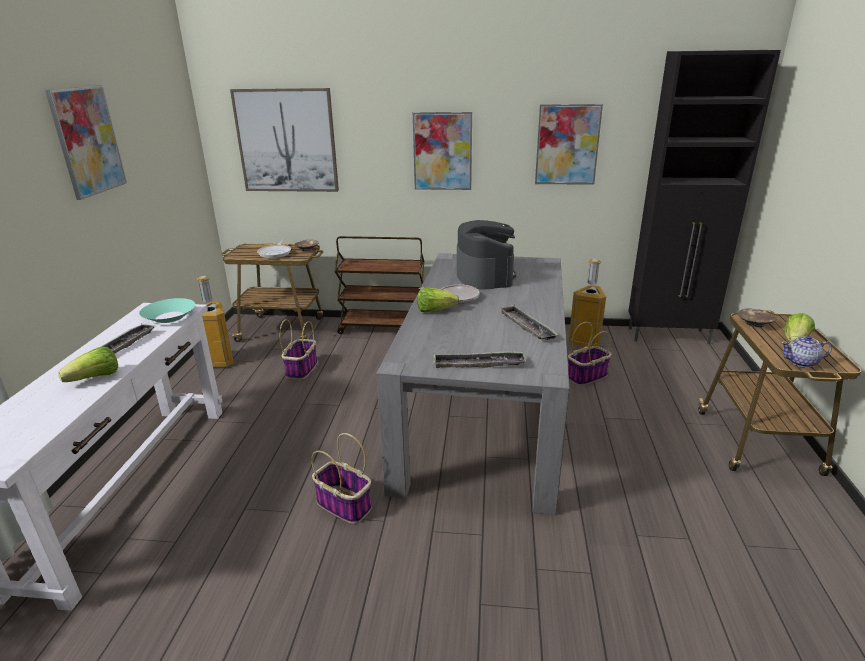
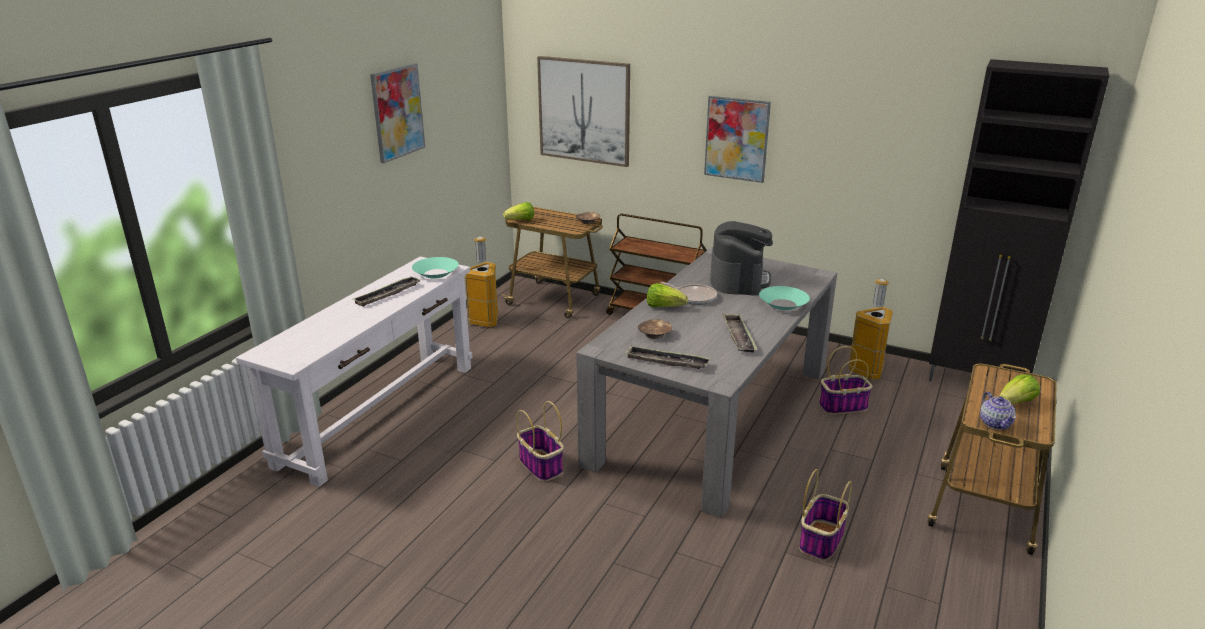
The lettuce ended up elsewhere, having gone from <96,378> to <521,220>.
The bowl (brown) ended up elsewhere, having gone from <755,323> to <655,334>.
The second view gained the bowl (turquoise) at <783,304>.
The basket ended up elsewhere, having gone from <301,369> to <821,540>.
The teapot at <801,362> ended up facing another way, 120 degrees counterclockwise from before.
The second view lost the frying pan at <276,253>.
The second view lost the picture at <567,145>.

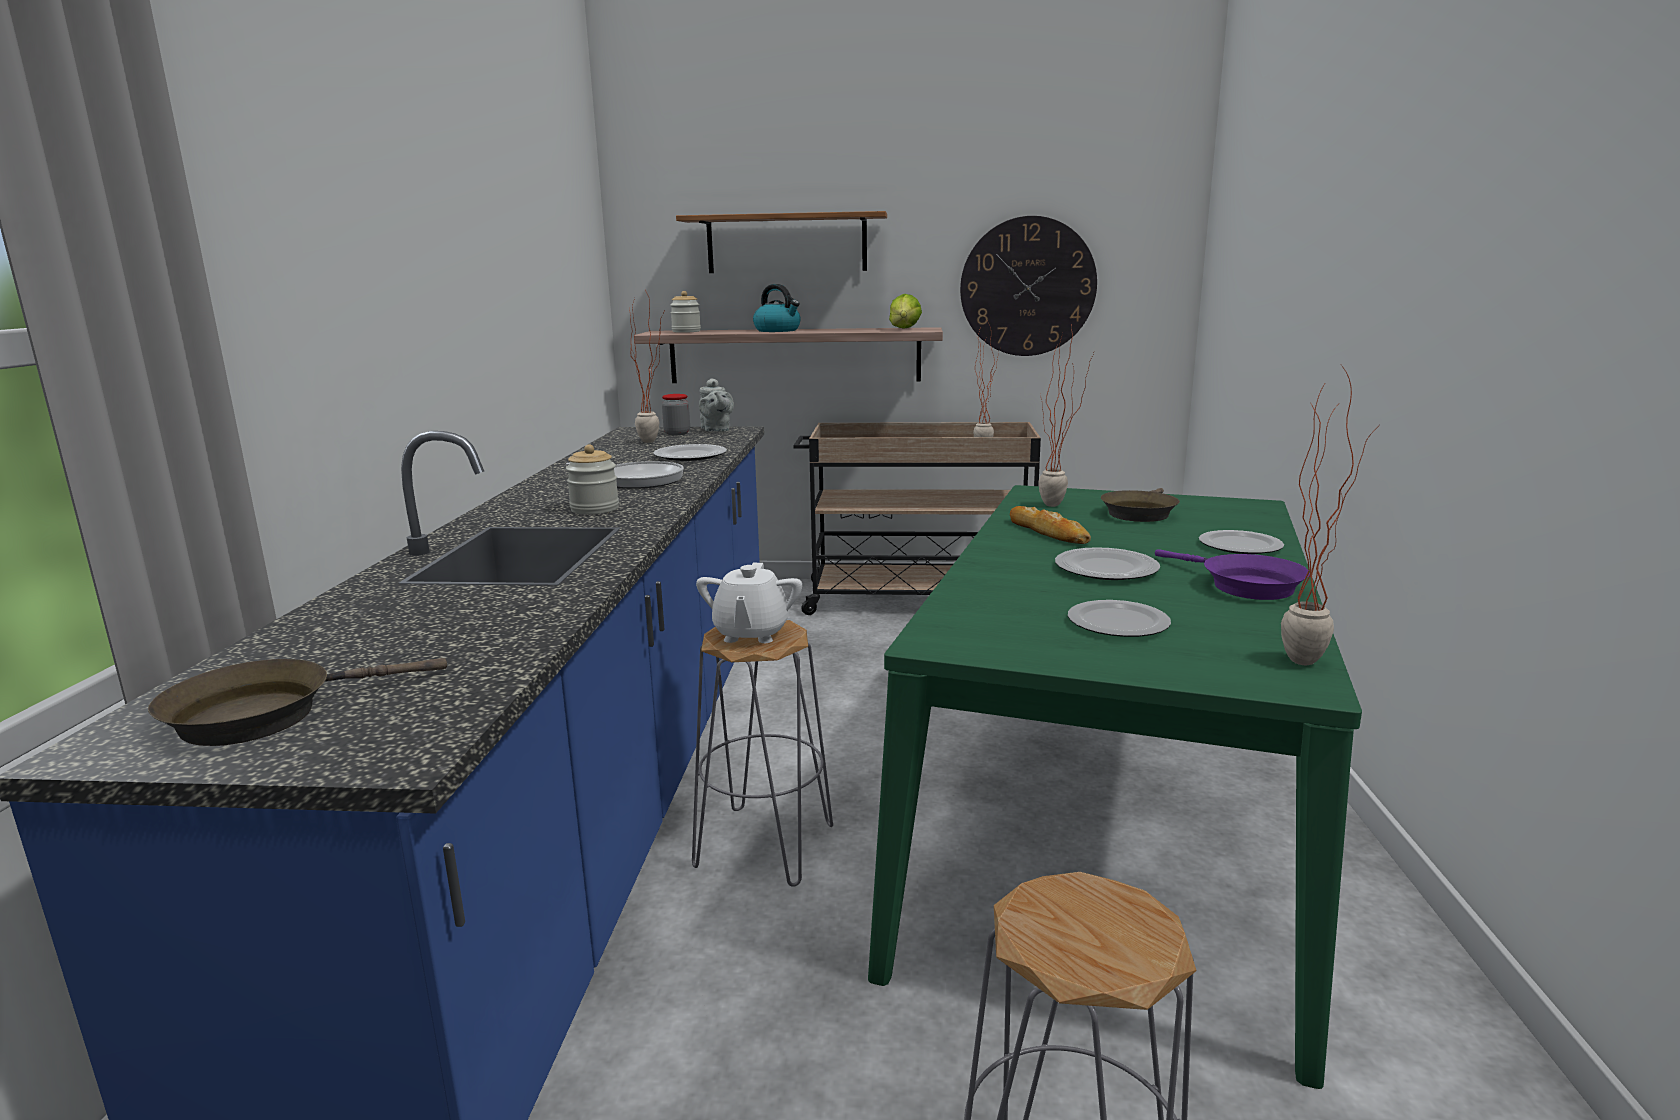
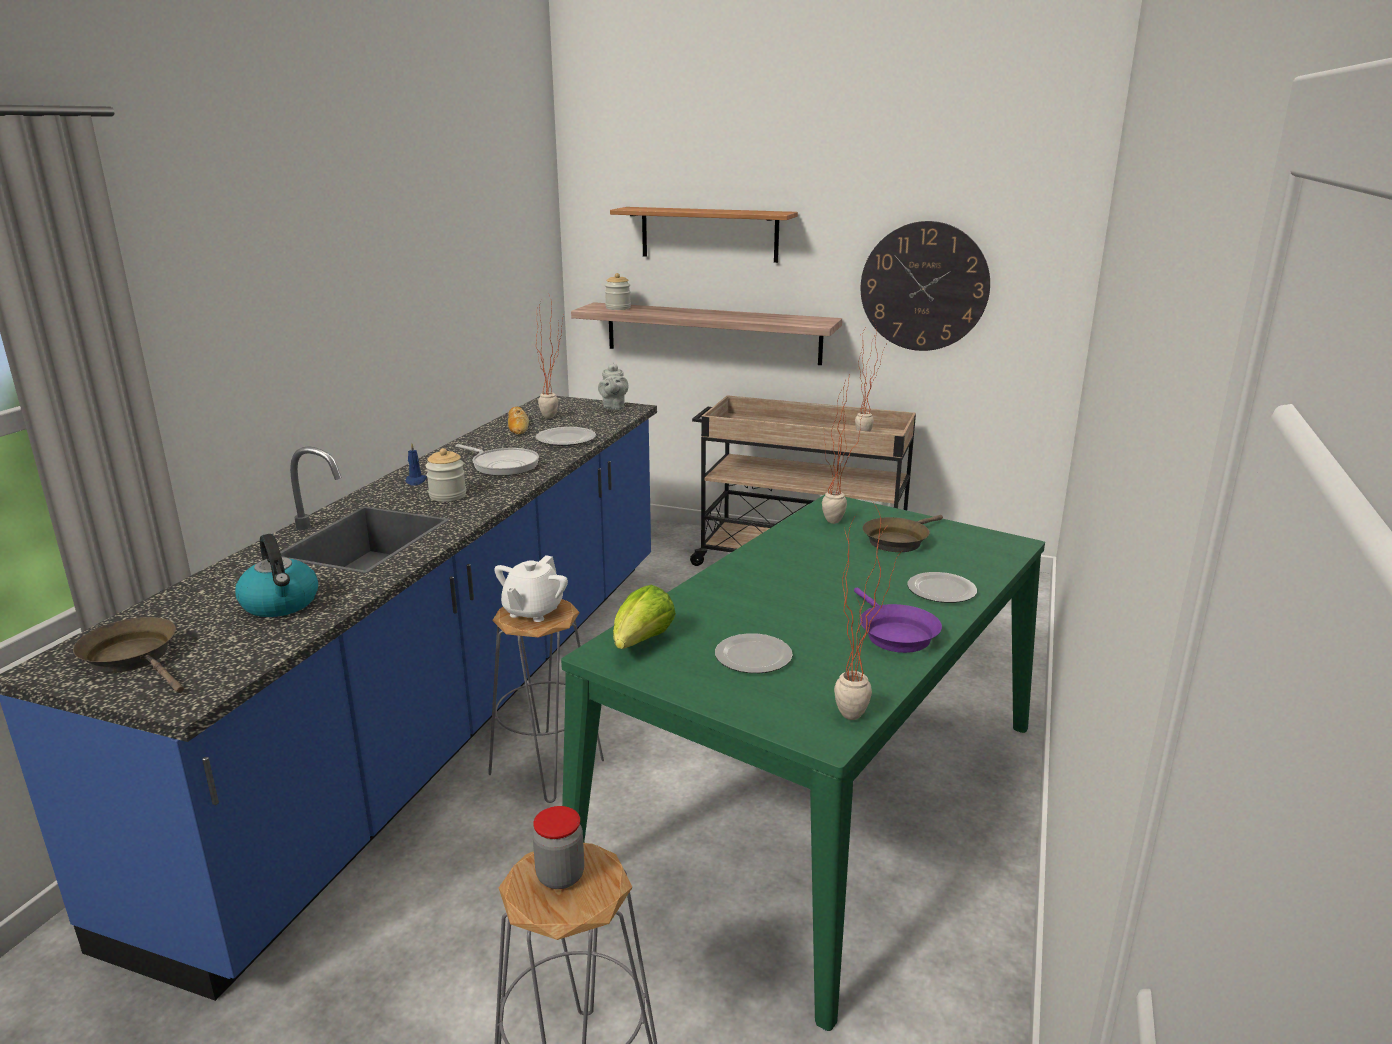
The frying pan (brown) at <265,714> ended up facing another way, 60 degrees clockwise from before.
The kettle ended up elsewhere, having gone from <778,330> to <281,604>.
The second view gained the candle (blue) at <415,481>.
The bread ended up elsewhere, having gone from <1047,532> to <517,425>.
The jar ended up elsewhere, having gone from <677,433> to <560,876>.
The lettuce ended up elsewhere, having gone from <904,329> to <641,643>.
The second view lost the plate at <1105,569>.

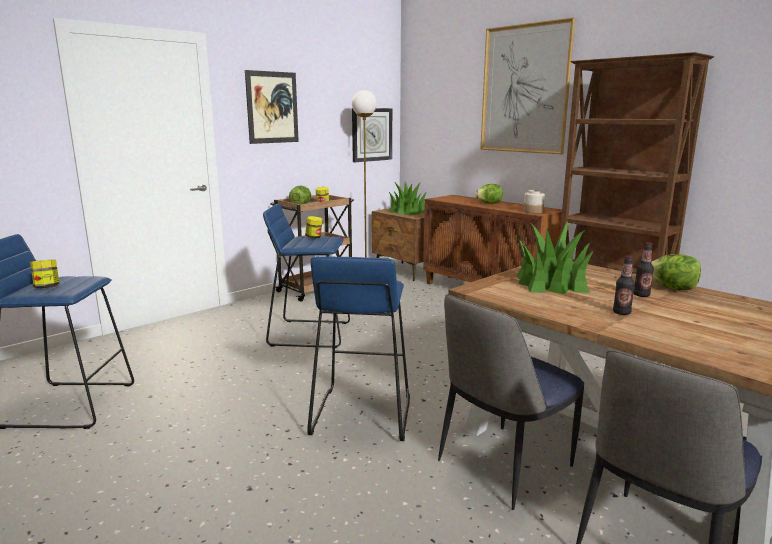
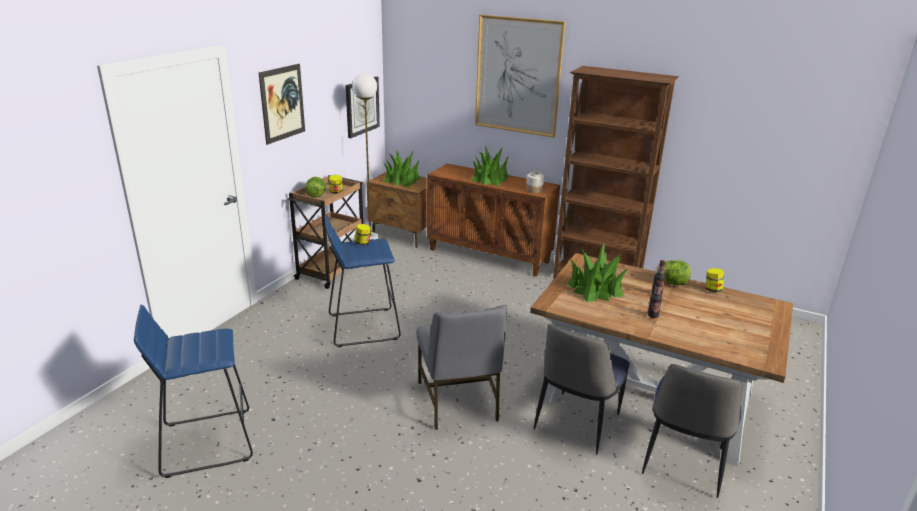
Where the stool (blue) stood at <361,414>, the chair (grey) came to stand at <458,402>.
Where the lettuce stood at <489,203>, the potted plant came to stand at <490,179>.
The jar ended up elsewhere, having gone from <47,287> to <712,289>.

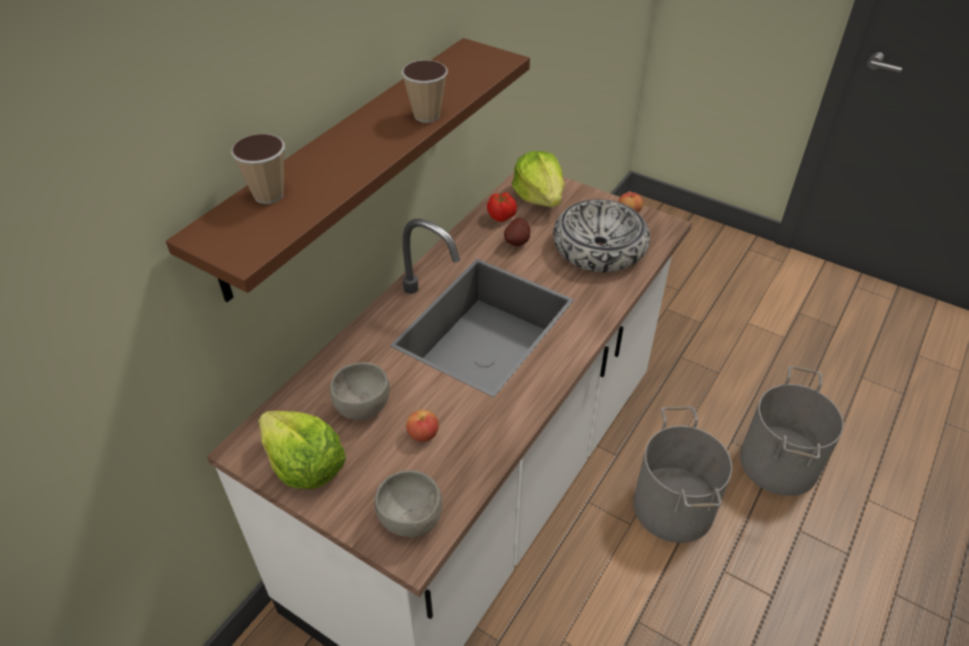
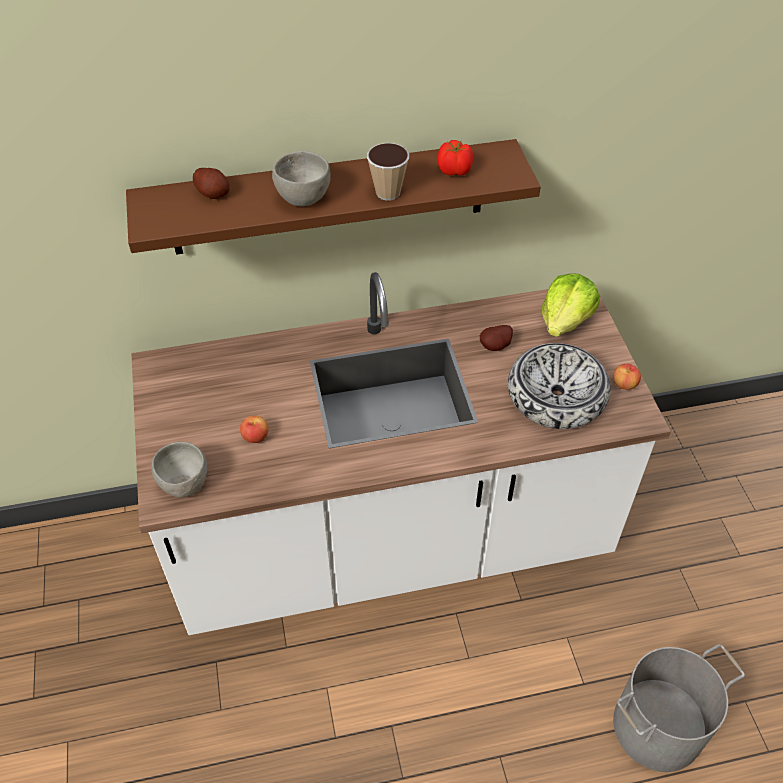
Where the cup stood at <269,195>, the potato came to stand at <213,193>.
The bowl (grey) ended up elsewhere, having gone from <361,406> to <303,196>.
The tomato ended up elsewhere, having gone from <502,216> to <455,171>.
The second view lost the lettuce at <304,465>.
The second view lost the bucket (grey) at <674,506>.

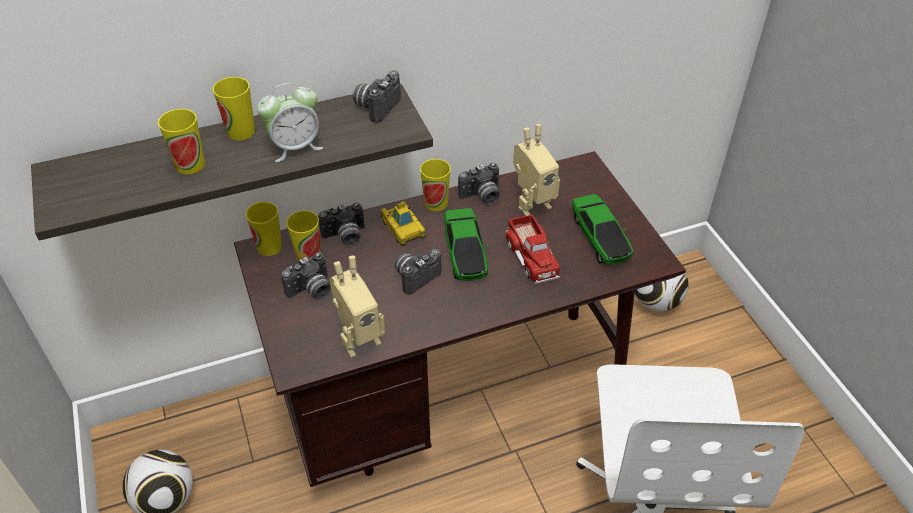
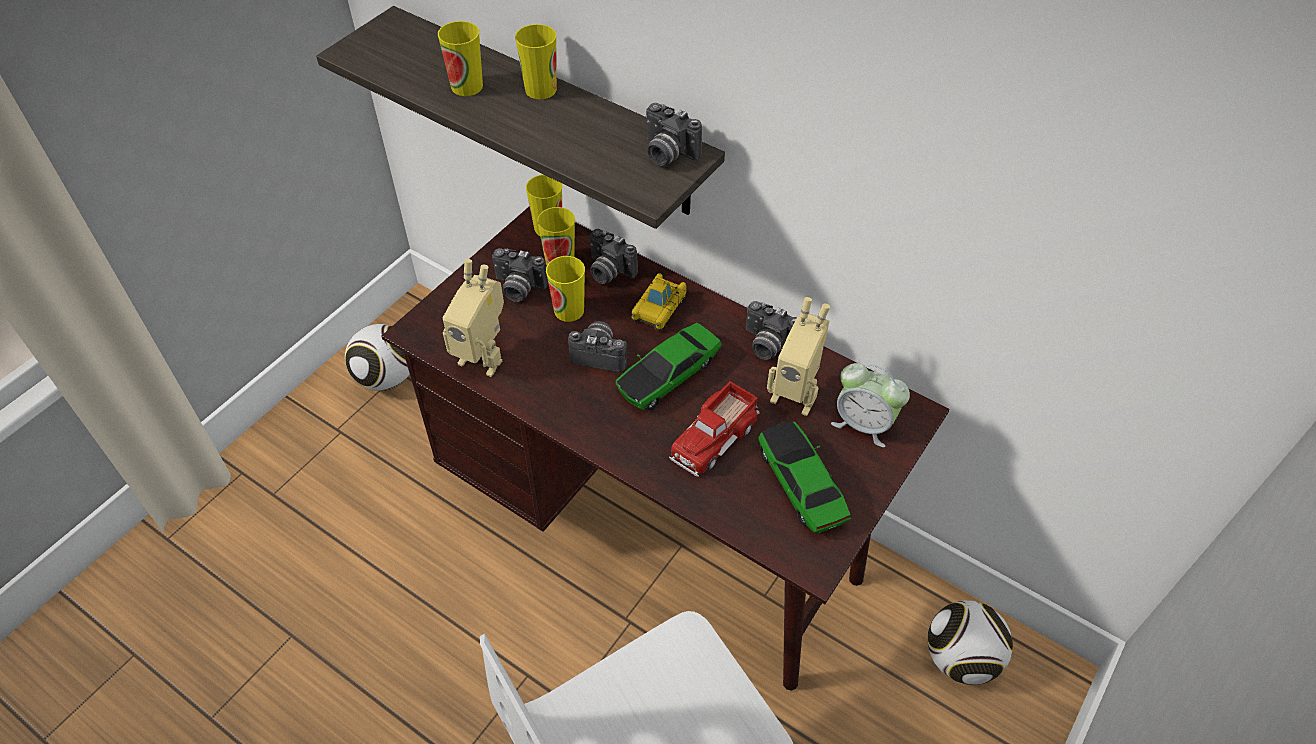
The cup ended up elsewhere, having gone from <436,203> to <569,310>.
The photo camera at <376,106> ended up facing another way, 135 degrees counterclockwise from before.
The toy car at <600,237> ended up facing another way, 120 degrees clockwise from before.
The alarm clock ended up elsewhere, having gone from <295,147> to <863,424>.

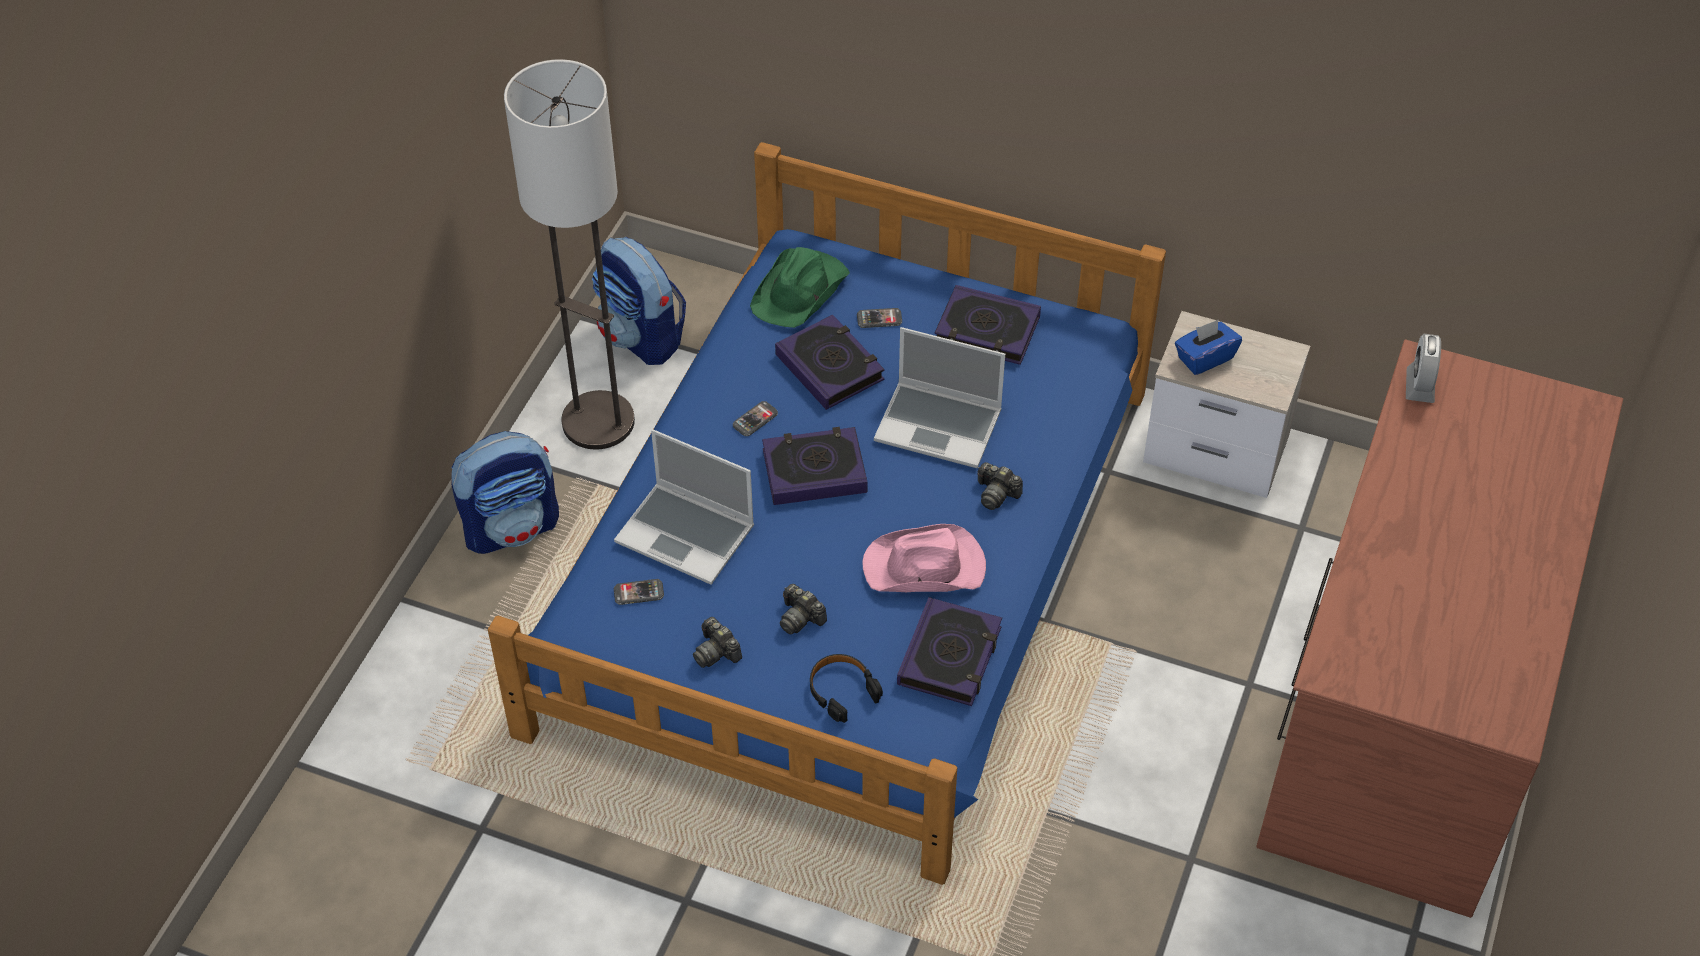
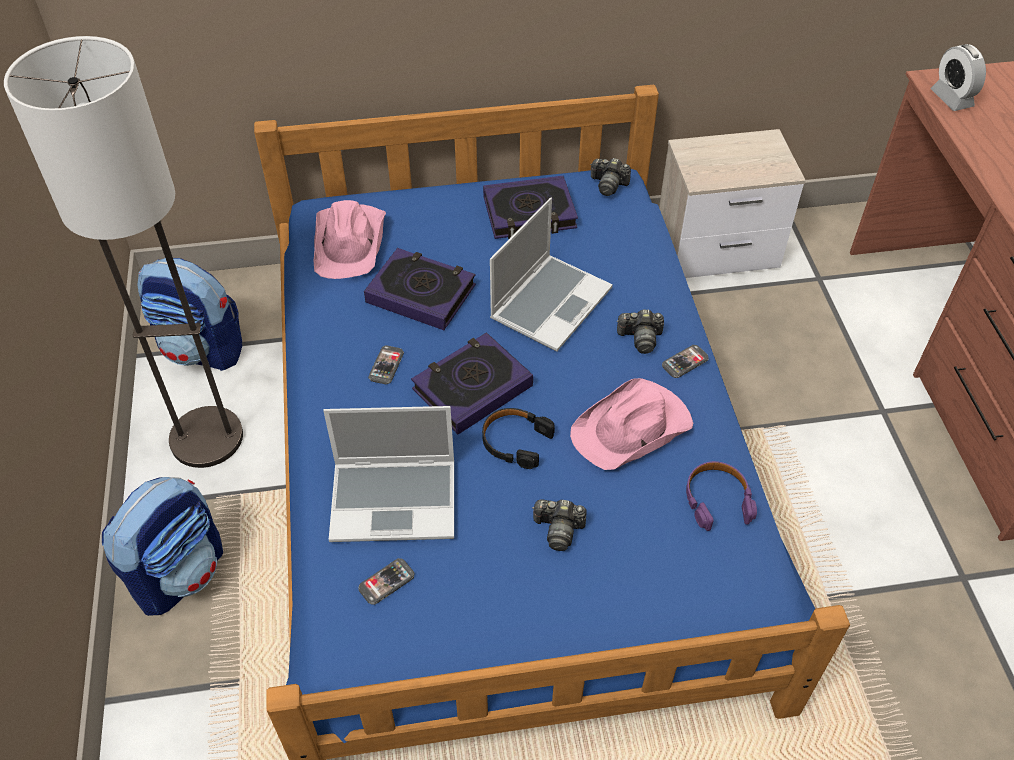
What was the hat (green) at <801,291> turned into the hat (pink) at <350,242>.
The headphones (black) ended up elsewhere, having gone from <842,690> to <515,441>.
The laptop at <940,425> ended up facing another way, 45 degrees counterclockwise from before.
The photo camera ended up elsewhere, having gone from <716,652> to <608,185>.
The phone ended up elsewhere, having gone from <879,319> to <685,362>.
Where the book stood at <950,657>, the headphones (purple) came to stand at <717,499>.
The second view lost the tissue box (blue) at <1204,358>.

